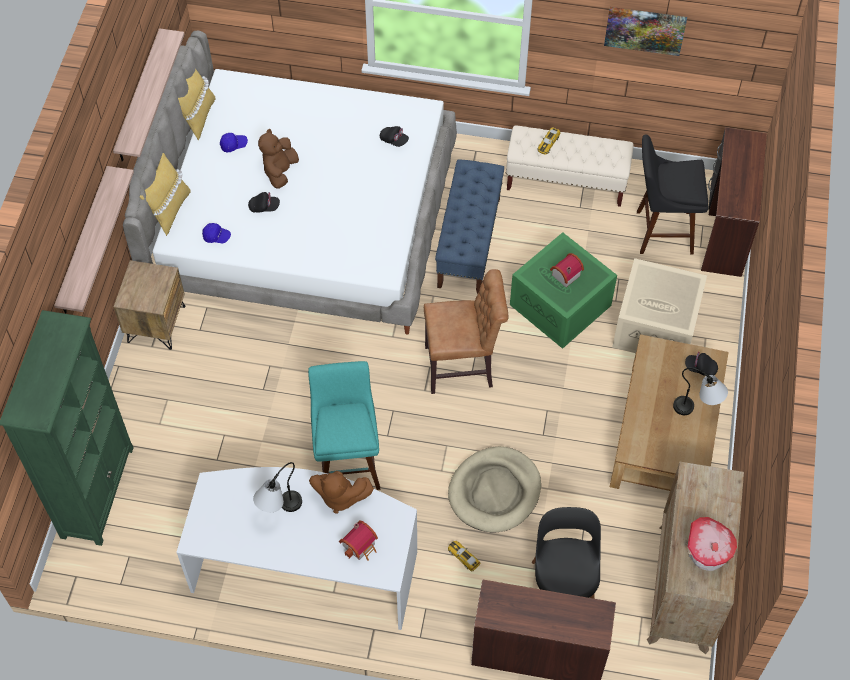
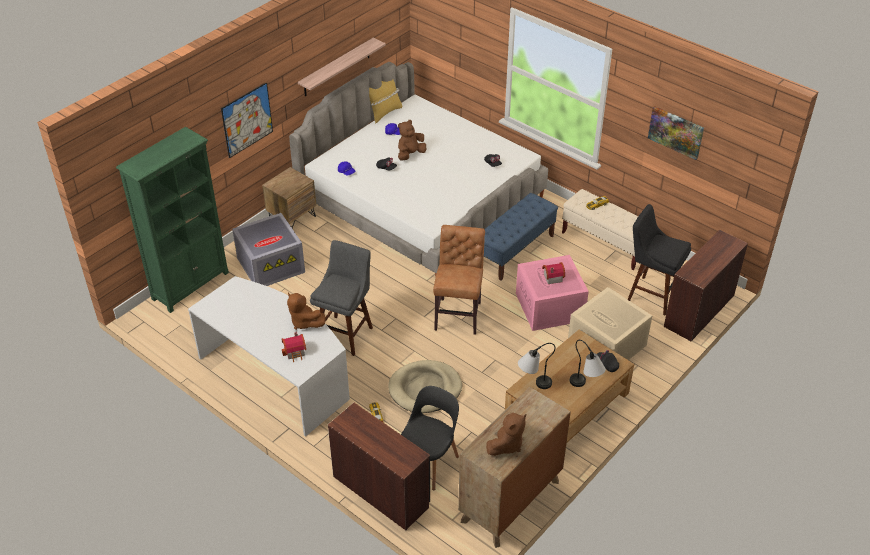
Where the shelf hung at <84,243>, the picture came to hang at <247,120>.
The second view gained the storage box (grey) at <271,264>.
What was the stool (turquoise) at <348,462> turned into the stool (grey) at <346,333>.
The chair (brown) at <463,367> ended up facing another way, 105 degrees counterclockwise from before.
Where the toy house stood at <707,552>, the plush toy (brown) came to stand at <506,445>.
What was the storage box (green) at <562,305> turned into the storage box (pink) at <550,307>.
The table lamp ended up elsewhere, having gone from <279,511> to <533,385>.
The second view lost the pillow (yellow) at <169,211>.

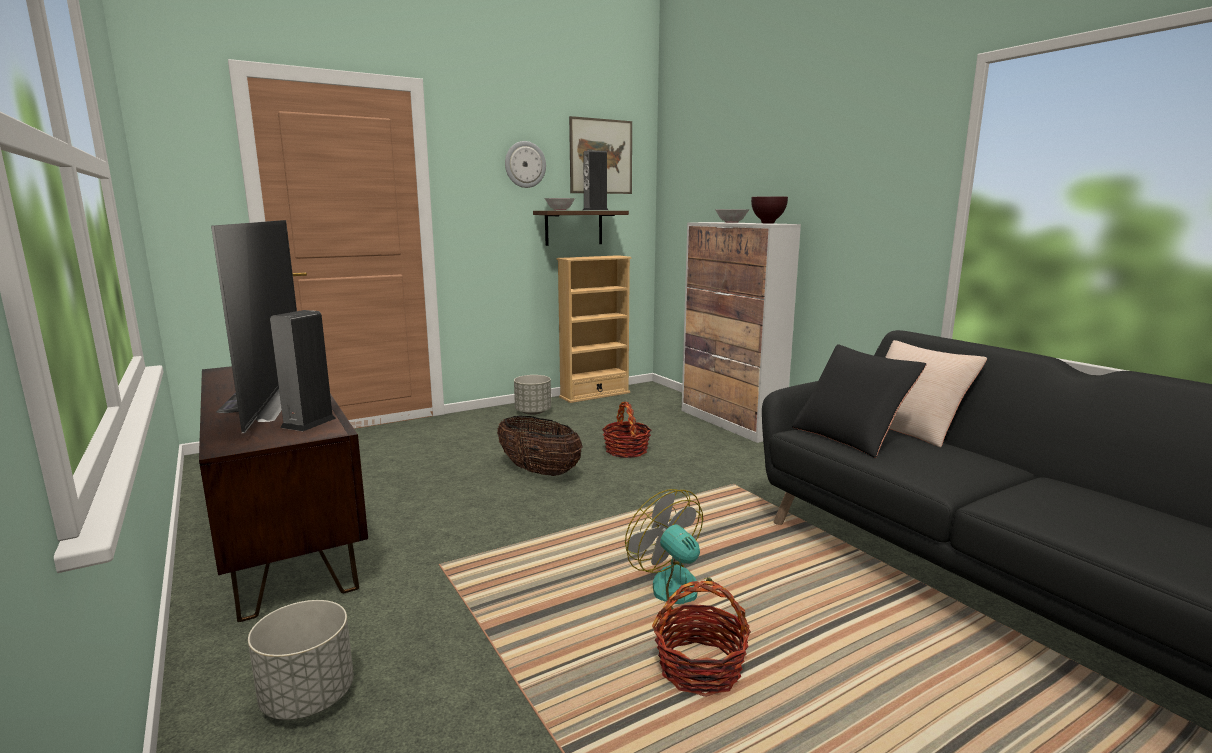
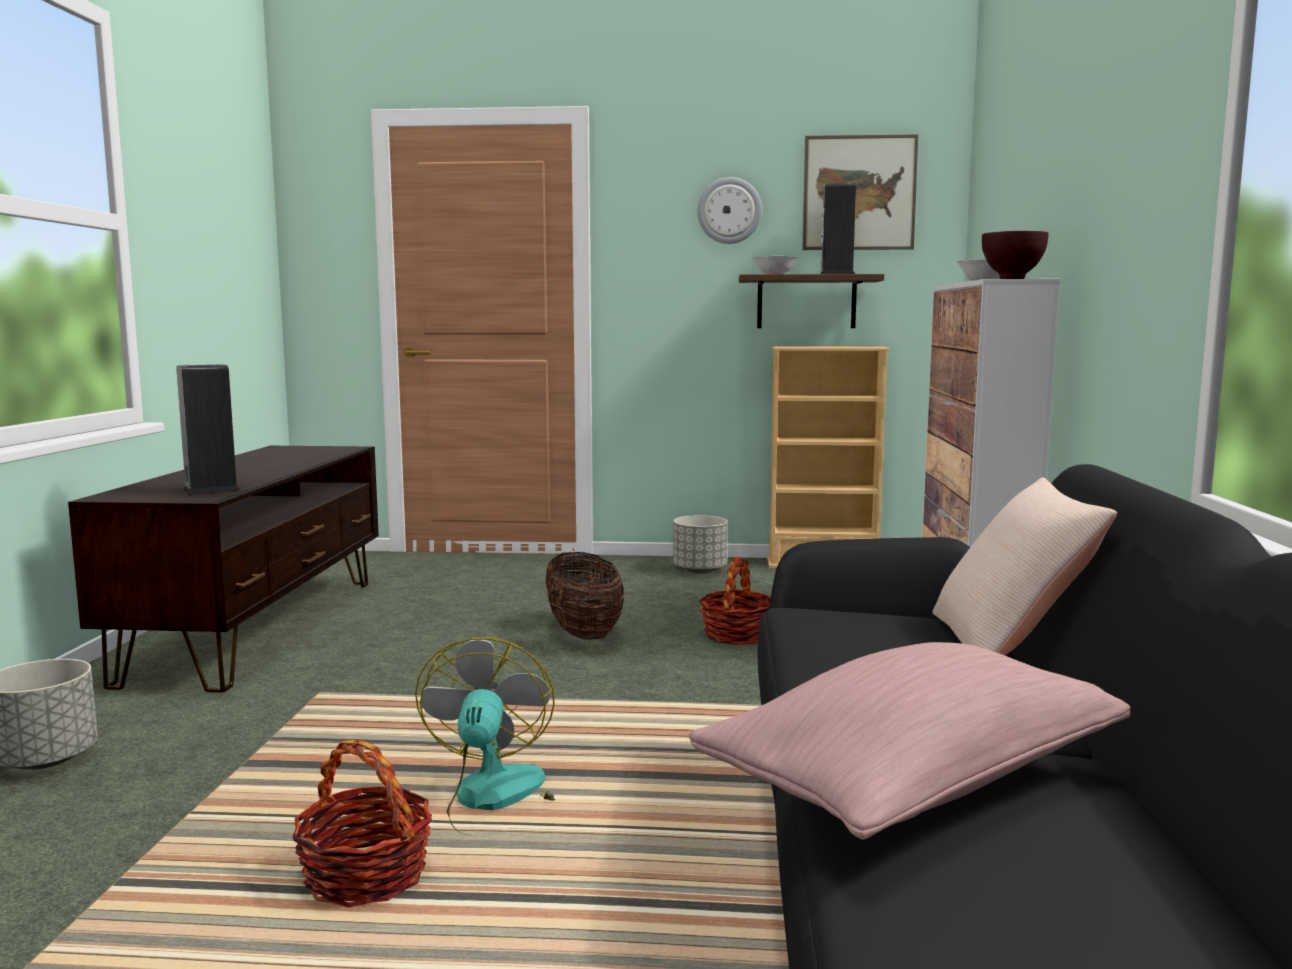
The second view gained the pillow (pink) at <914,783>.
The second view lost the television at <266,395>.
The second view lost the pillow (black) at <851,437>.

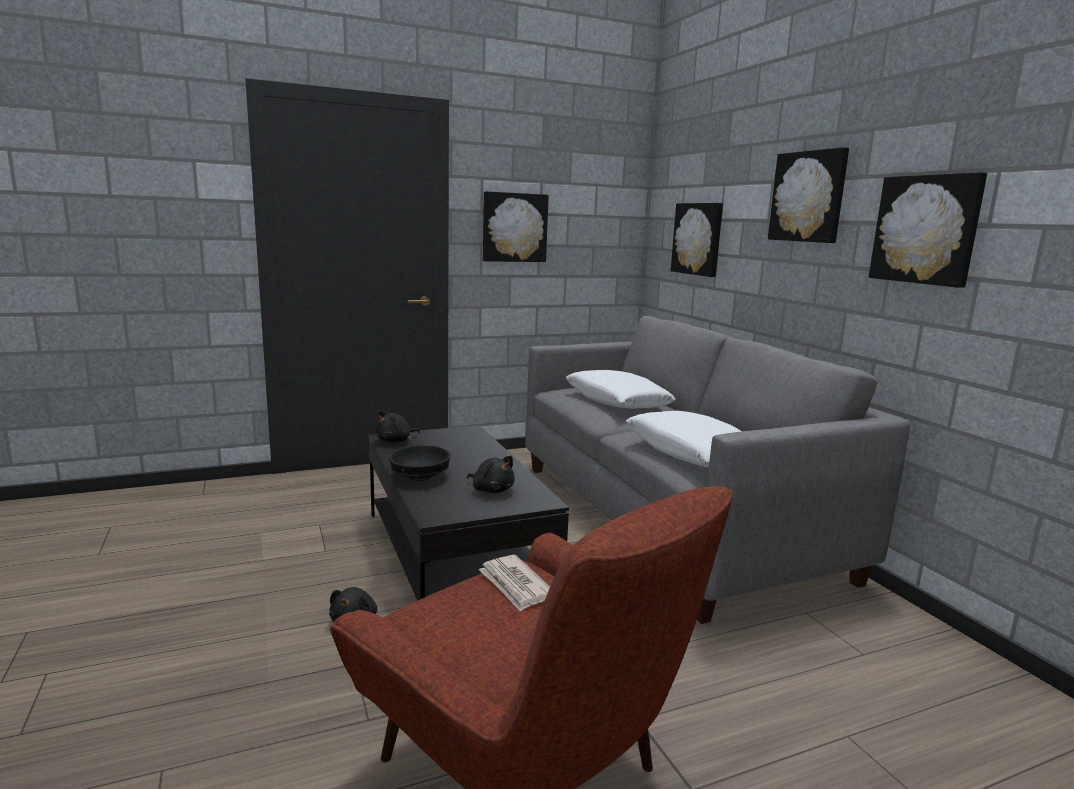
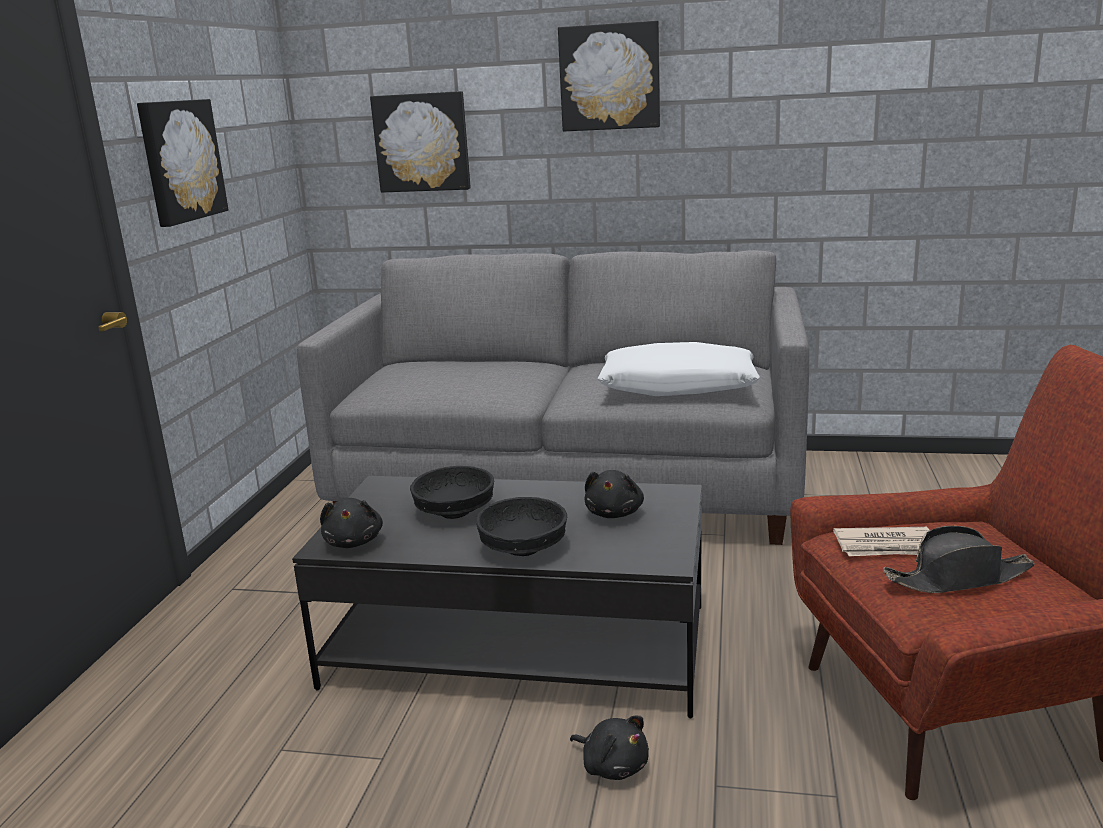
The second view gained the bowl (black) at <454,511>.
The plush toy (black) at <491,490> ended up facing another way, 120 degrees clockwise from before.
The second view gained the hat (black) at <958,578>.
The second view lost the pillow (white) at <616,401>.
The second view lost the picture at <927,229>.

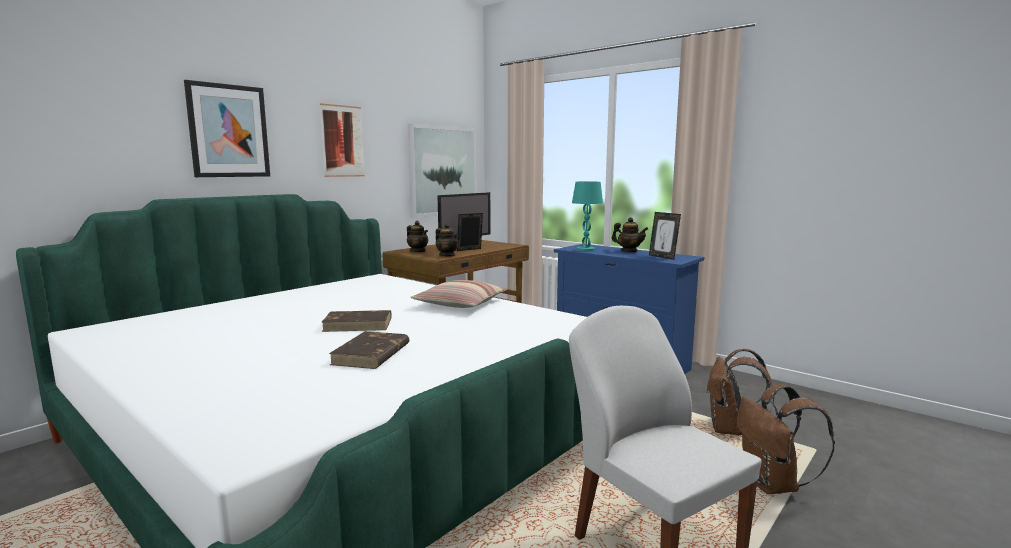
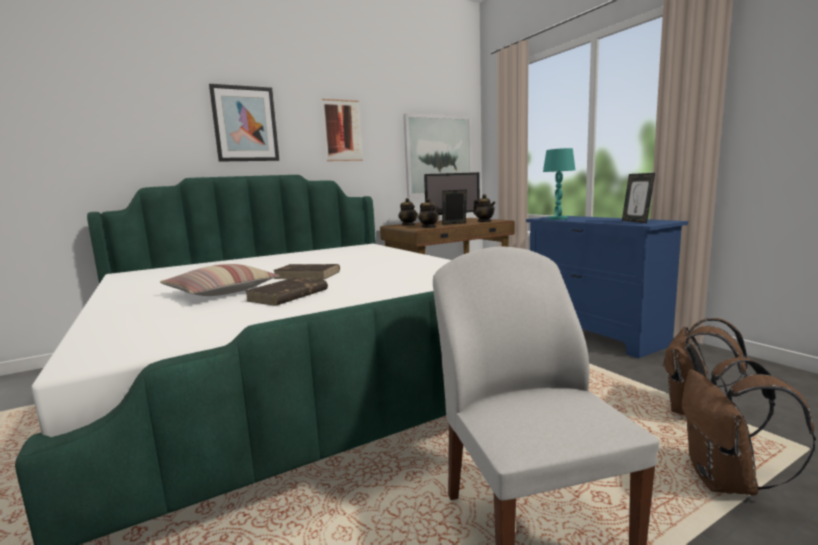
The pillow ended up elsewhere, having gone from <460,304> to <221,291>.
The teapot ended up elsewhere, having gone from <629,251> to <484,222>.

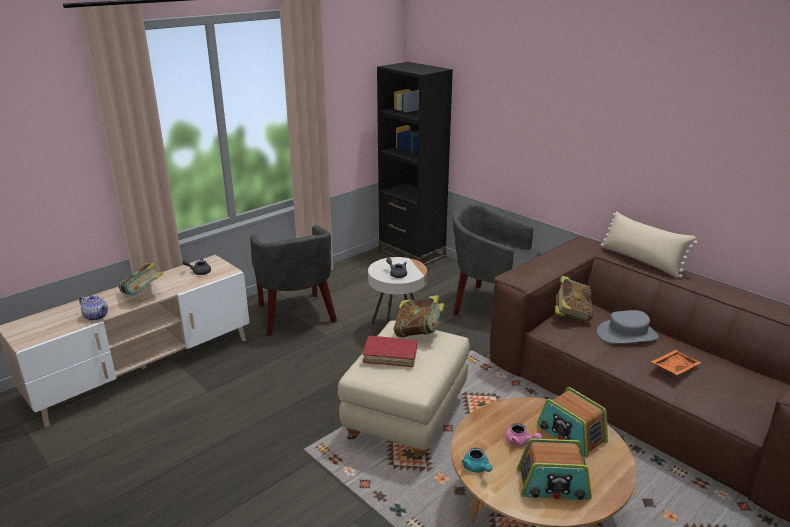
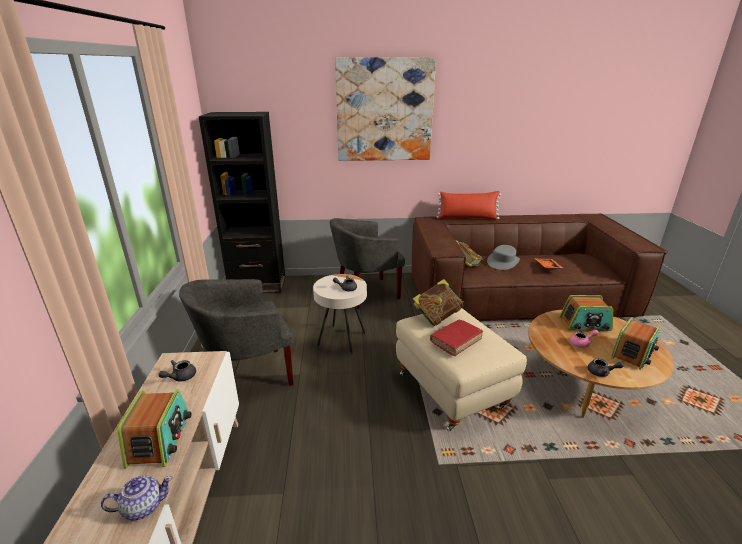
Where the book stood at <143,295>, the radio came to stand at <160,439>.
The armchair (grey) at <296,316> ended up facing another way, 135 degrees clockwise from before.
The second view gained the picture at <384,110>.
What was the pillow (beige) at <641,261> turned into the pillow (red) at <467,218>.
What was the teapot (turquoise) at <477,468> turned into the teapot (grey) at <601,373>.

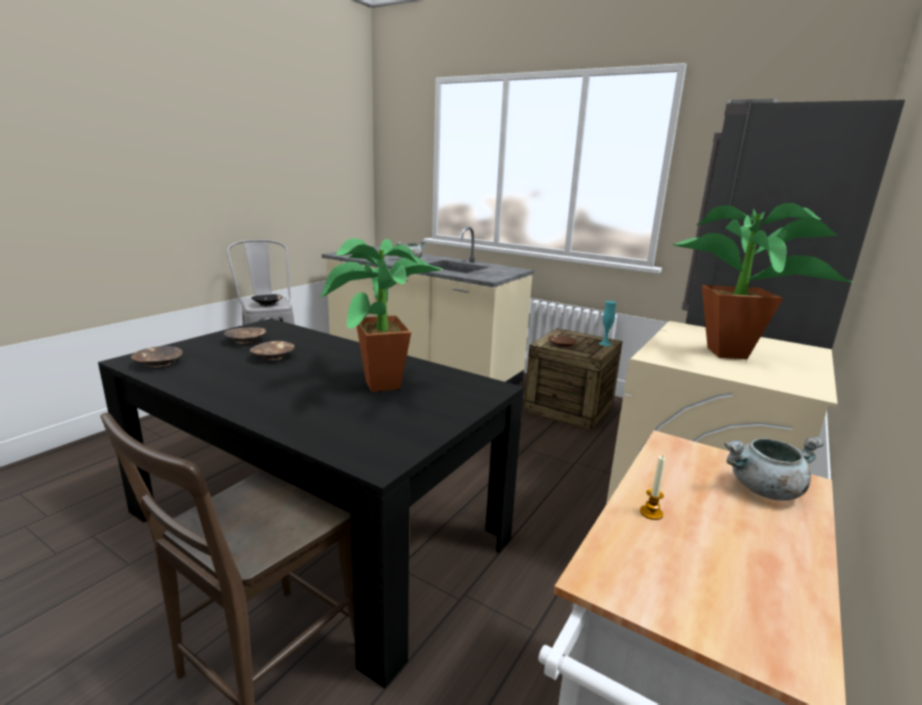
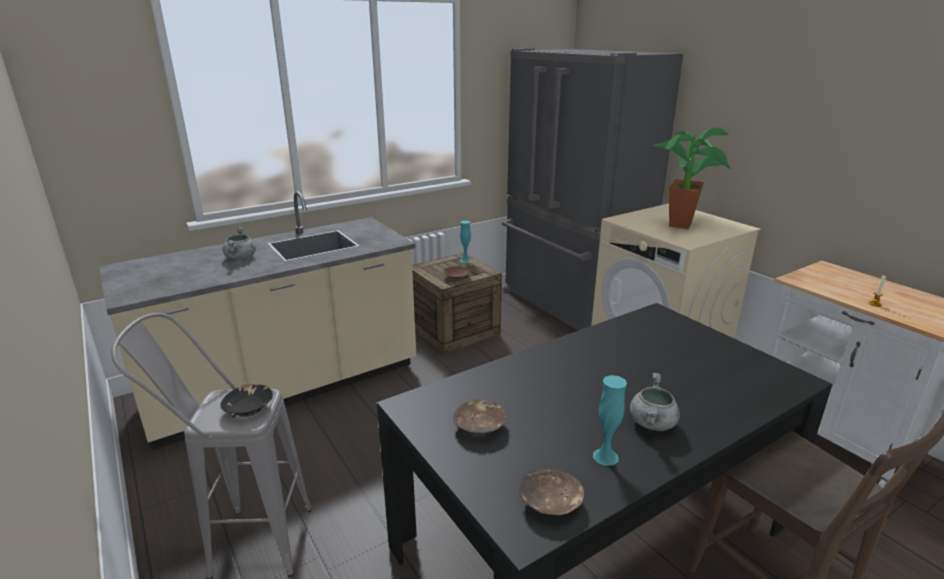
The second view gained the vase (turquoise) at <605,456>.
The cooking pot (grey) ended up elsewhere, having gone from <764,490> to <653,424>.
The second view lost the bowl (brown) at <273,357>.
The second view lost the potted plant at <380,388>.

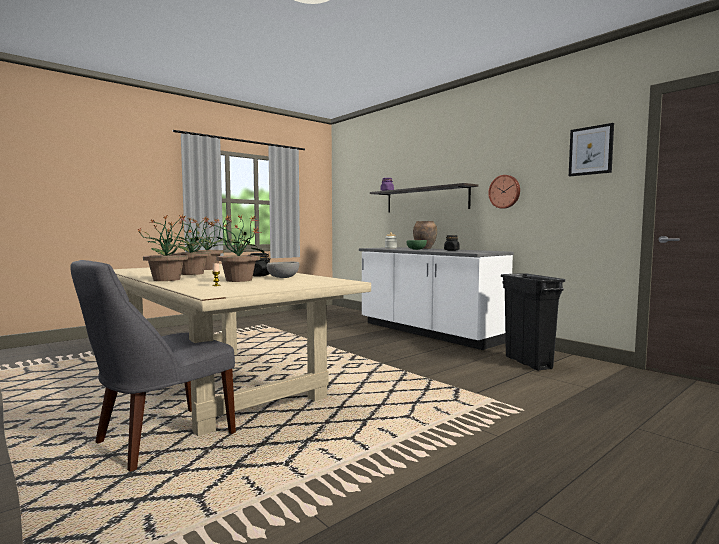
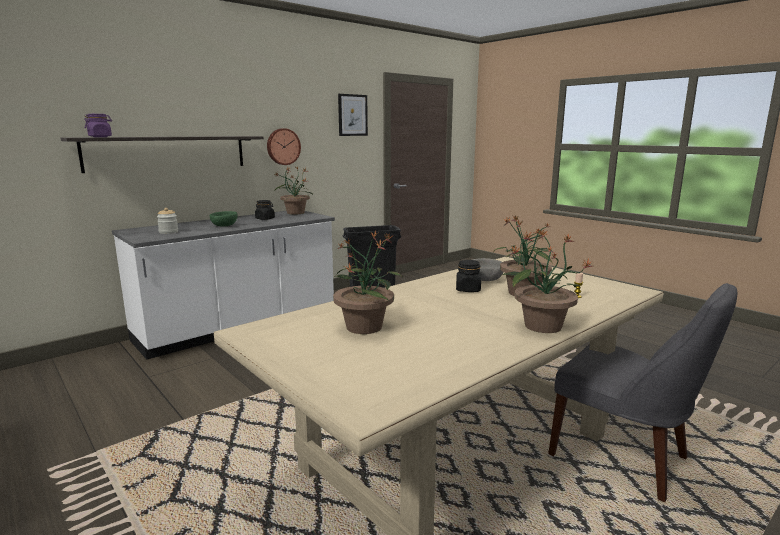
The potted plant ended up elsewhere, having gone from <193,273> to <295,213>.
The second view lost the vase (brown) at <425,248>.

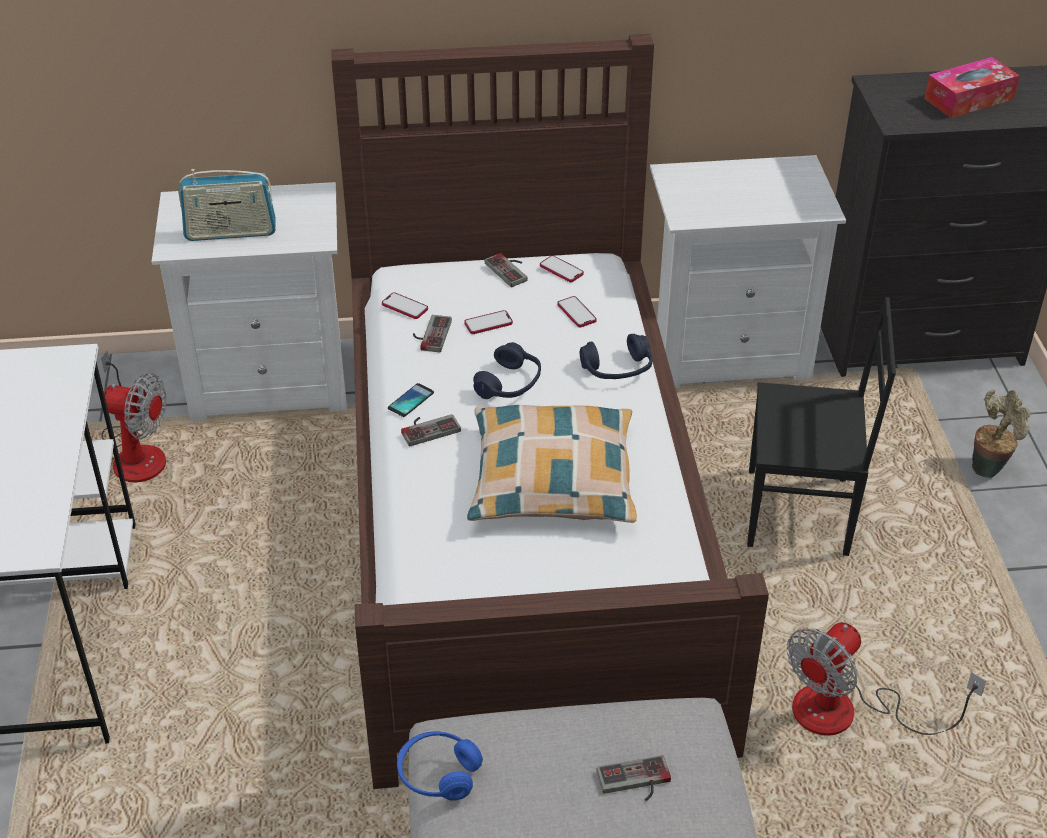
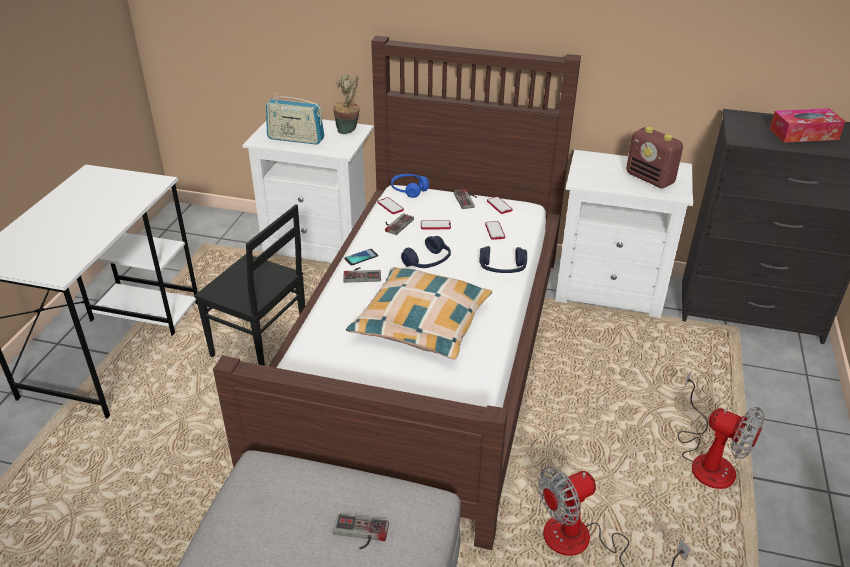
The chair (black) ended up elsewhere, having gone from <800,514> to <260,347>.
The potted plant ended up elsewhere, having gone from <989,467> to <349,130>.
The headphones (blue) ended up elsewhere, having gone from <438,774> to <409,190>.
The second view gained the radio at <650,179>.
The fan ended up elsewhere, having gone from <136,452> to <708,459>.

